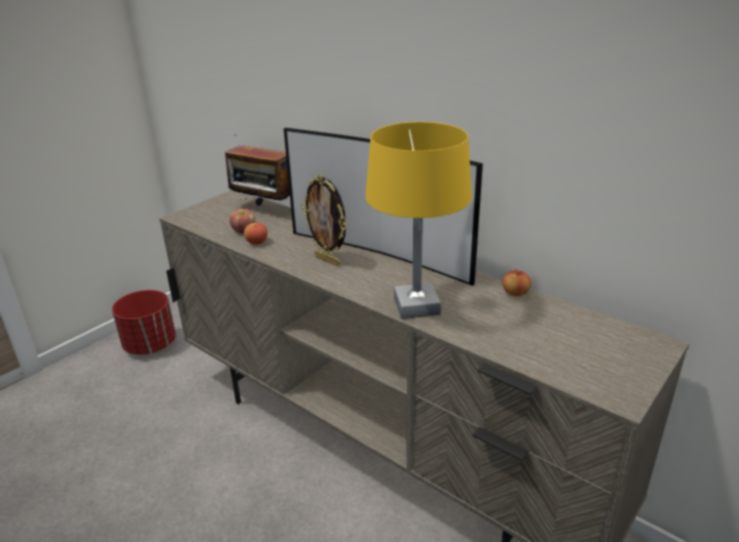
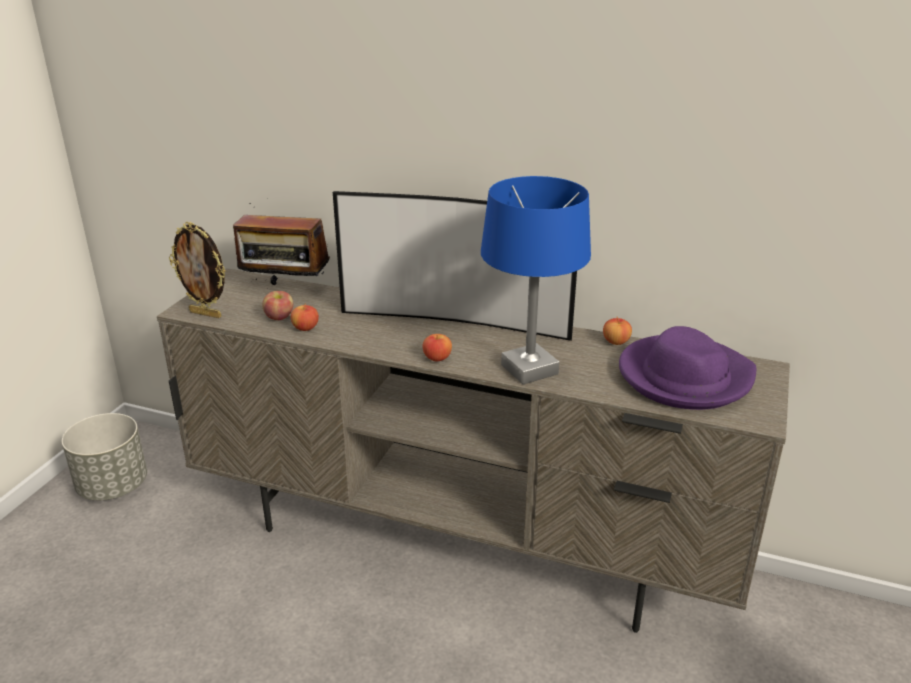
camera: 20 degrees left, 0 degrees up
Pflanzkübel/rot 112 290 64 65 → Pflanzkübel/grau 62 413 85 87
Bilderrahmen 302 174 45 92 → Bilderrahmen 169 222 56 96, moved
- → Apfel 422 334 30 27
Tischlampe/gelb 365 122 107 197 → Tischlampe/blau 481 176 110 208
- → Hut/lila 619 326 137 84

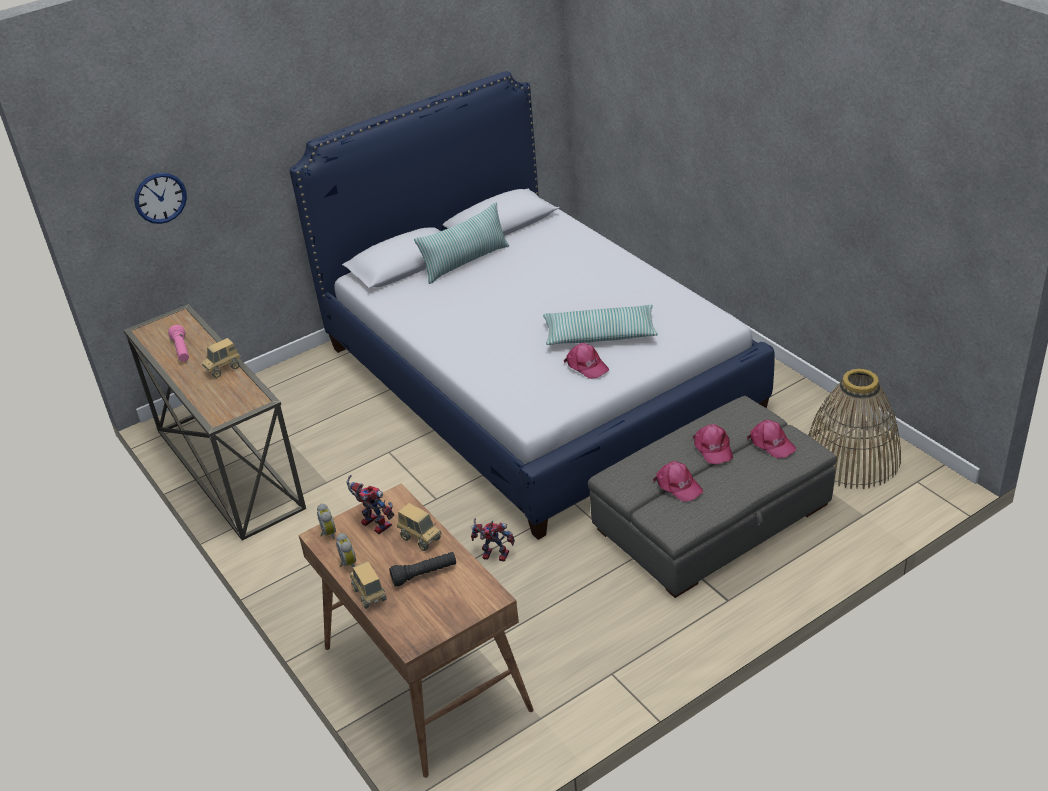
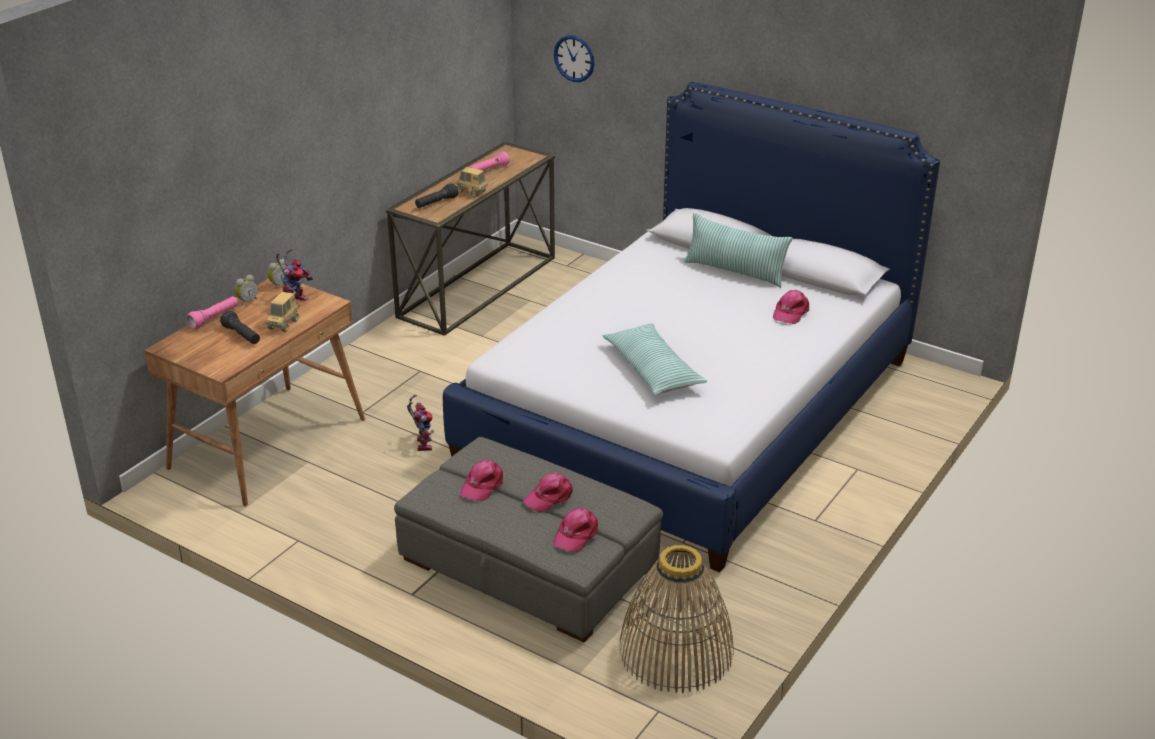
camera: 65 degrees right, 5 degrees down
Spielzeuglaster 350 561 36 48 → Taschenlampe/rosa 186 296 52 33
- → Taschenlampe/schwarz 415 183 43 25
Kappe/rosa 564 343 45 36 → Kappe/rosa 773 290 36 34, moved

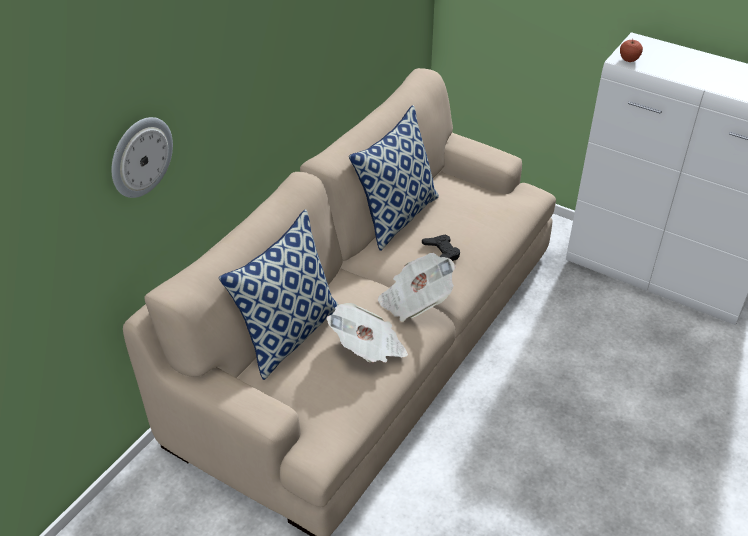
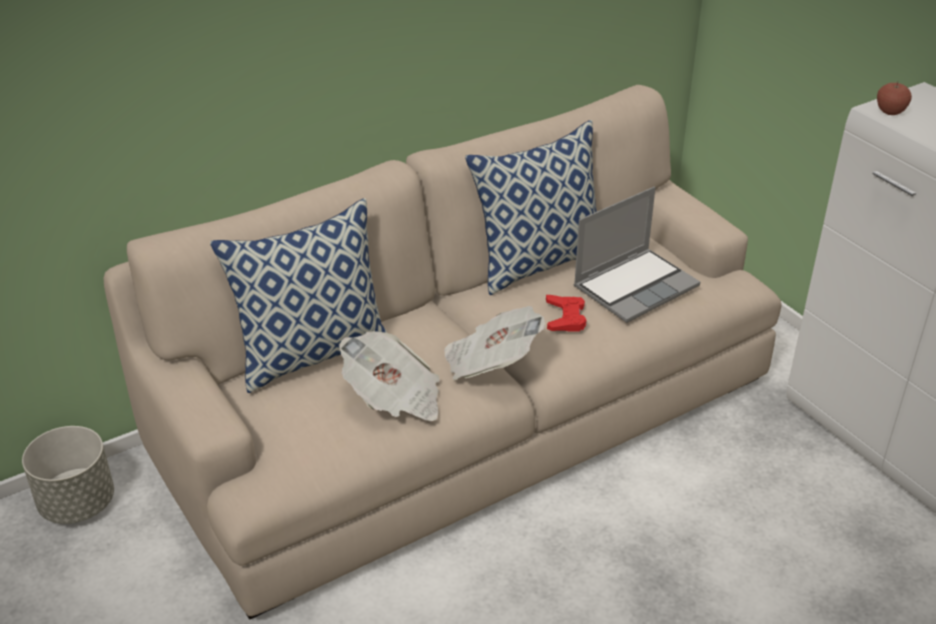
camera: 25 degrees right, 5 degrees down
- → Pflanzkübel/grau 22 426 92 98
Gamepad/schwarz 422 234 38 27 → Gamepad/rot 546 295 40 37
- → Laptop 574 187 126 136
Wanduhr 112 117 61 81 → -

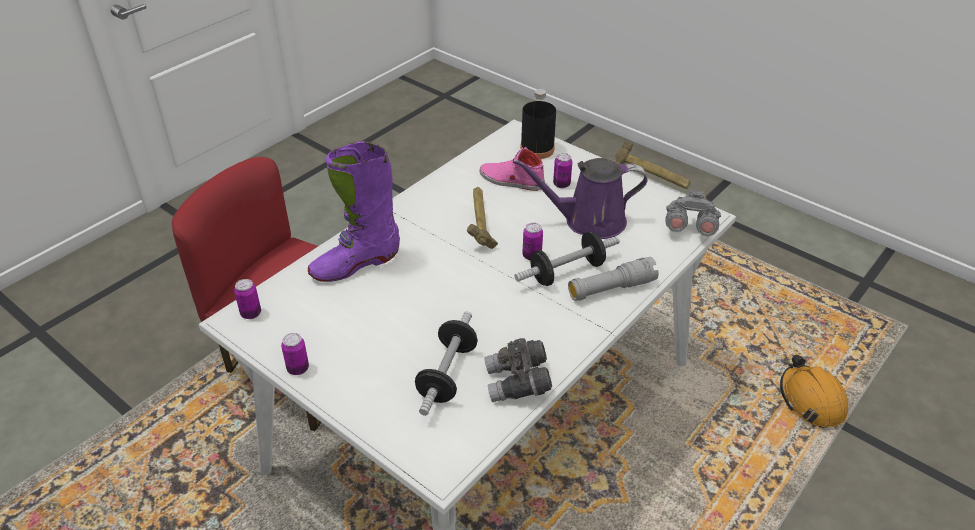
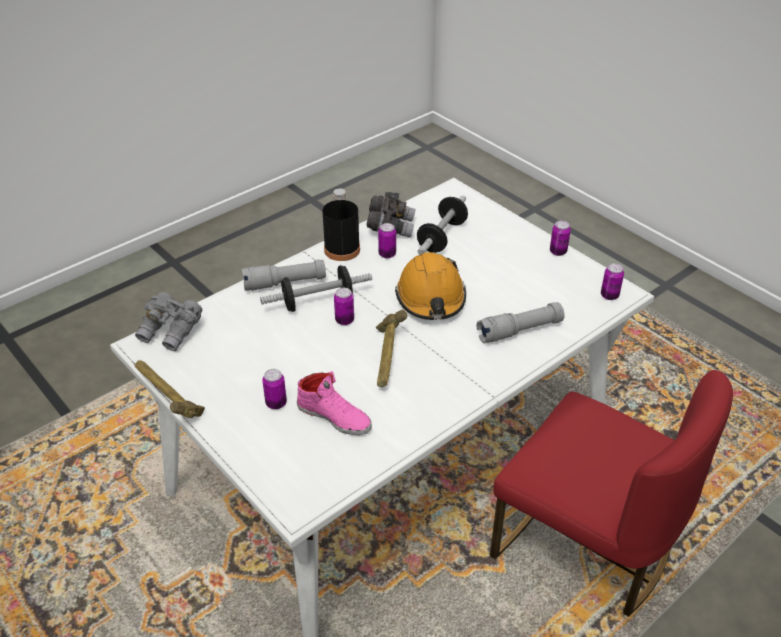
camera: 170 degrees left, 0 degrees up
Flasche/schwarz 520 89 36 70 → Flasche/schwarz 322 188 38 73, moved
- → Dose 378 223 18 35
Schutzhelm/orange 780 355 68 73 → Schutzhelm/orange 395 252 71 68, moved
Stiefel/lila 308 141 92 141 → Taschenlampe/grau 477 302 88 41
Gießkanne/lila 513 158 135 81 → -

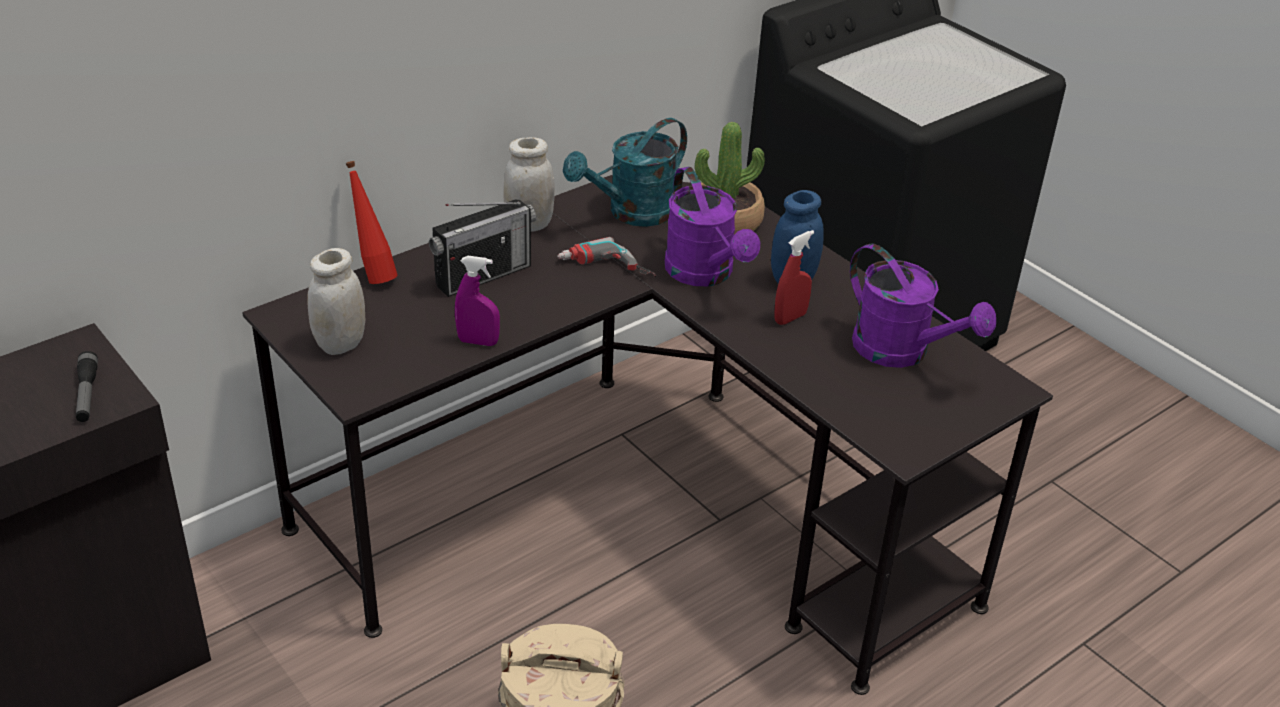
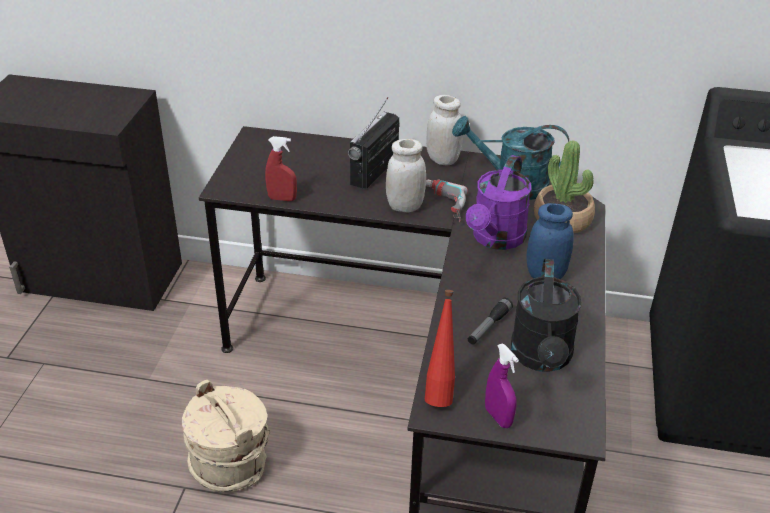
camera: 50 degrees right, 0 degrees up
Sprühflasche/rot 774 230 40 95 → Sprühflasche/rot 265 136 32 65, moved
Radio 429 200 107 97 → Radio 348 97 51 92, 105 degrees clockwise
Vorratsglas/weiß 308 248 58 107 → Vorratsglas/weiß 386 139 40 73, moved
Flasche/rot 345 161 53 123 → Flasche/rot 425 290 30 117, moved
Taschenlampe 76 351 22 71 → Taschenlampe 468 298 45 47, moved
Sprühflasche/lila 455 256 45 90 → Sprühflasche/lila 485 344 34 84, moved
Gießkanne/lila 850 244 146 124 → Gießkanne/schwarz 511 259 70 113

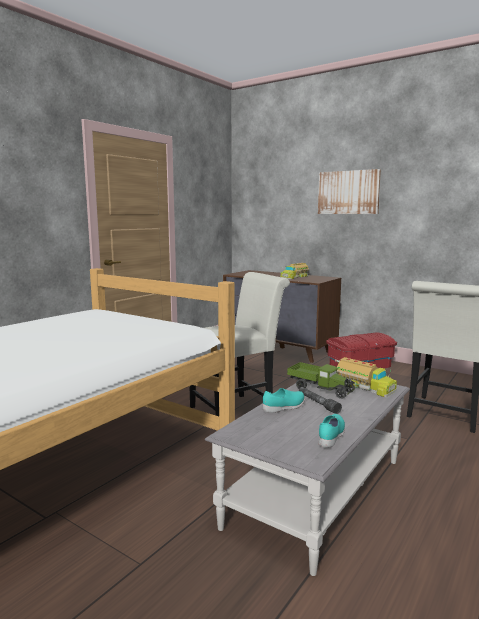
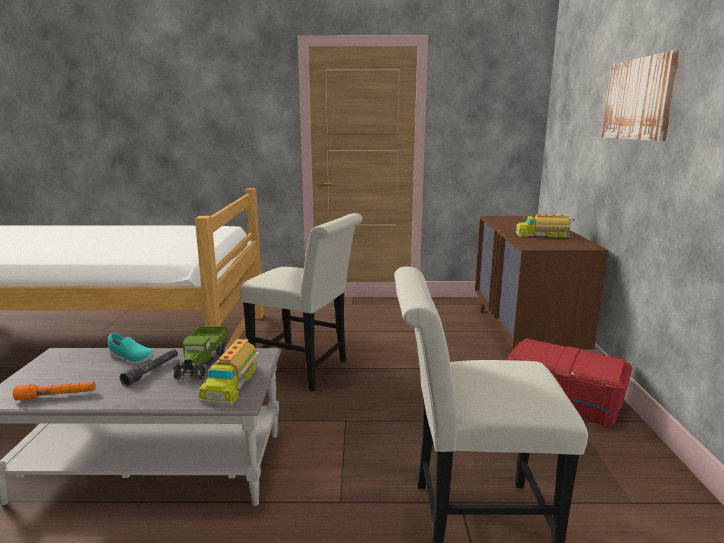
camera: 55 degrees right, 5 degrees up
Schuh/türkis 318 414 27 34 → Taschenlampe/orange 13 382 83 19

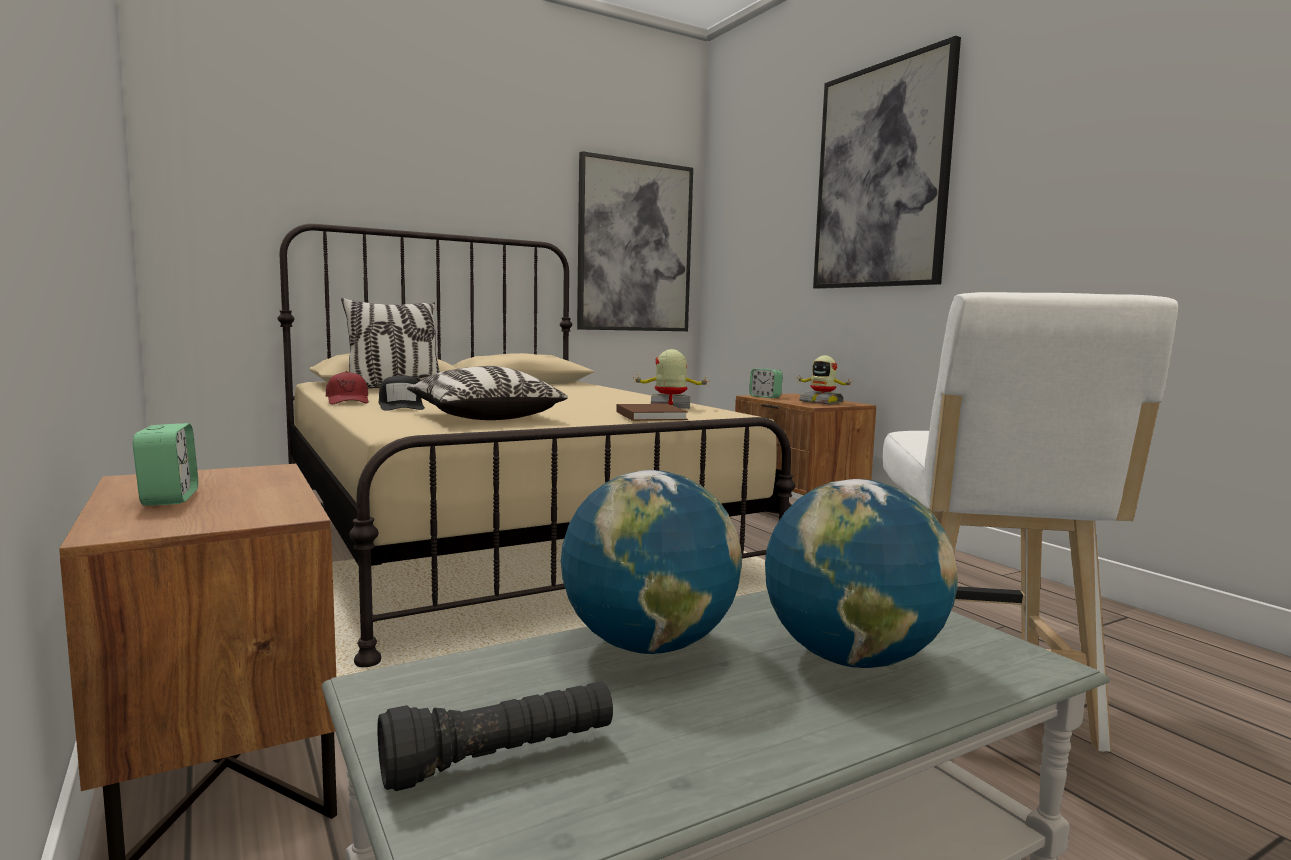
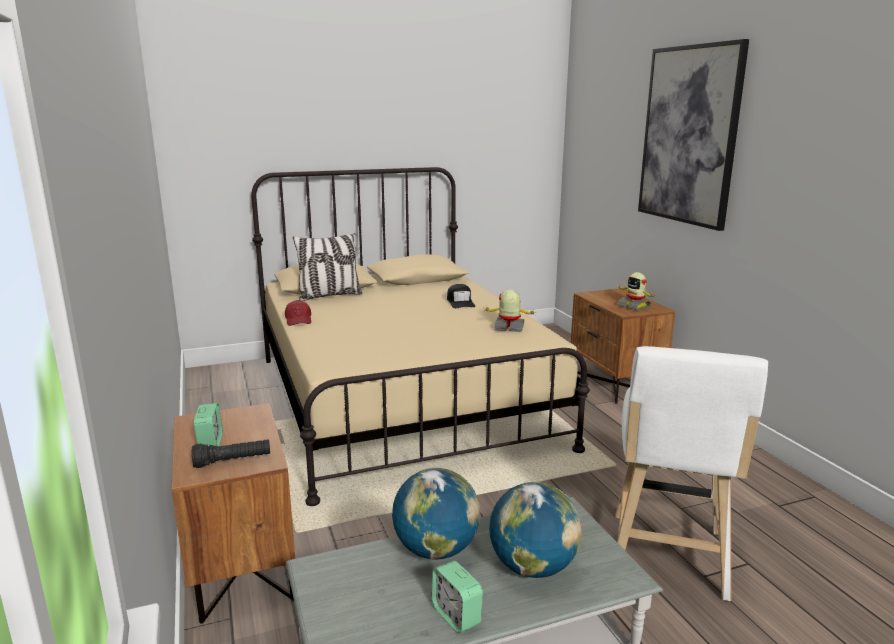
camera: 10 degrees right, 10 degrees up
Taschenlampe/schwarz 377 681 236 110 → Taschenlampe/schwarz 192 439 78 29, moved
Wecker 749 369 34 29 → Wecker 432 561 51 73, moved
Kappe/schwarz 378 375 47 36 → Kappe/schwarz 447 284 28 24, moved
Kissen 407 366 161 54 → -
Bild 577 151 116 180 → -
Buch/braun 616 404 72 17 → -

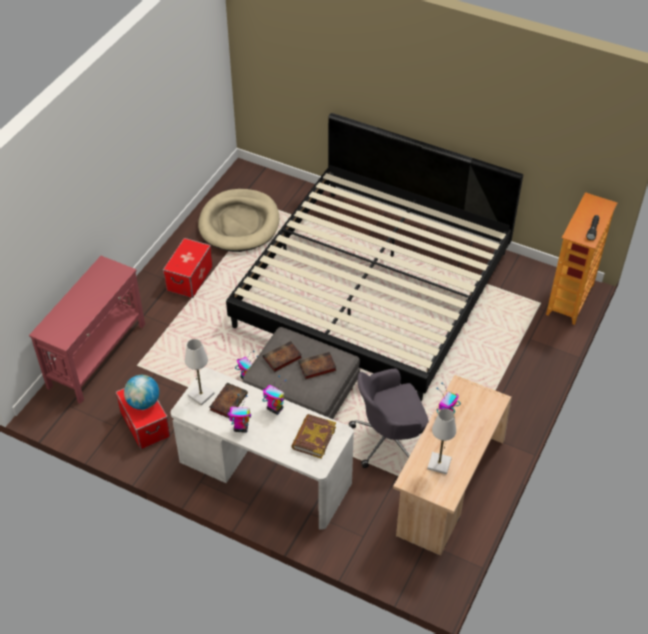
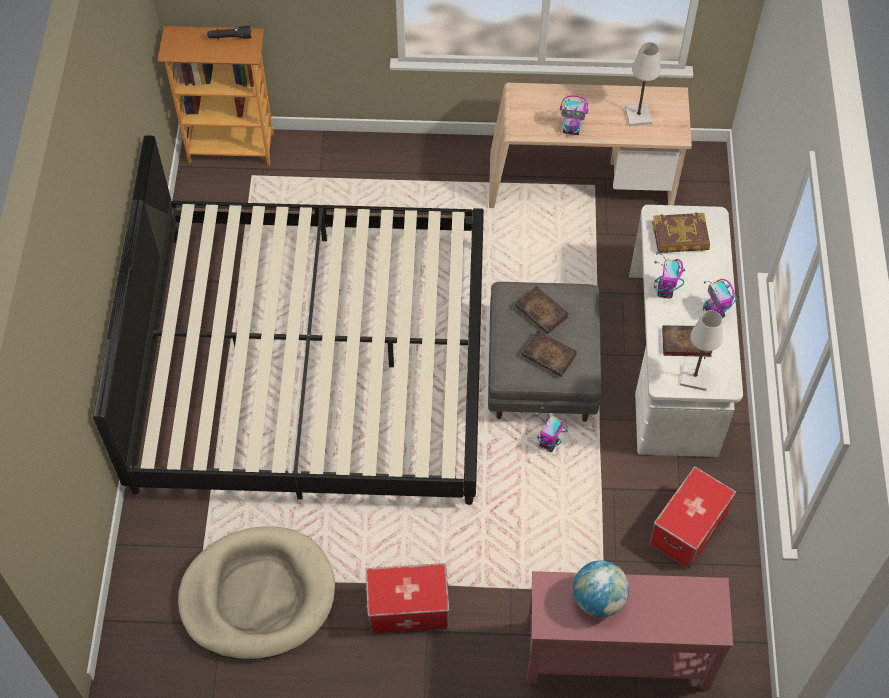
camera: 115 degrees left, 10 degrees up
Globus 124 375 35 35 → Globus 573 560 56 57, moved
Bürostuhl/grau 349 369 80 99 → -

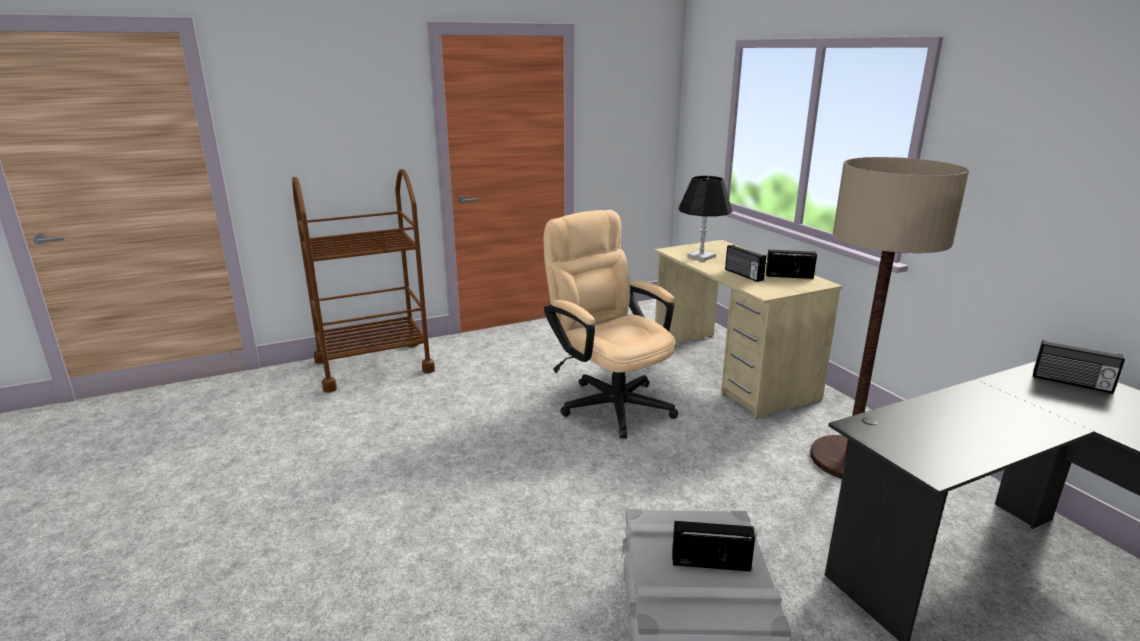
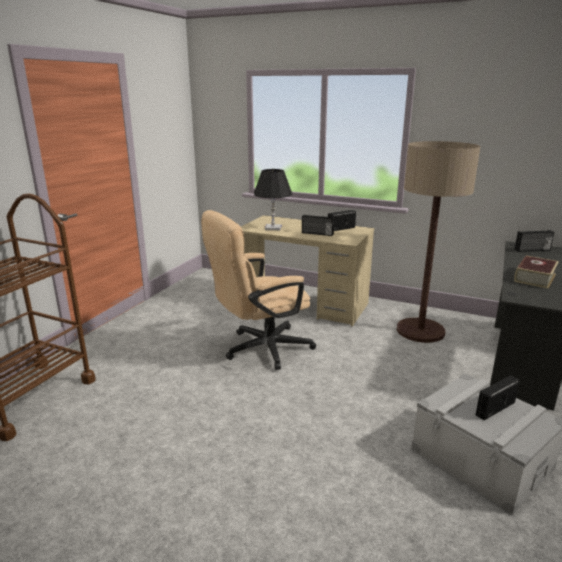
camera: 40 degrees left, 0 degrees up
Bürostuhl/beige 544 210 134 229 → Bürostuhl/beige 201 210 115 160, 45 degrees counterclockwise
- → Buch 514 256 45 33

